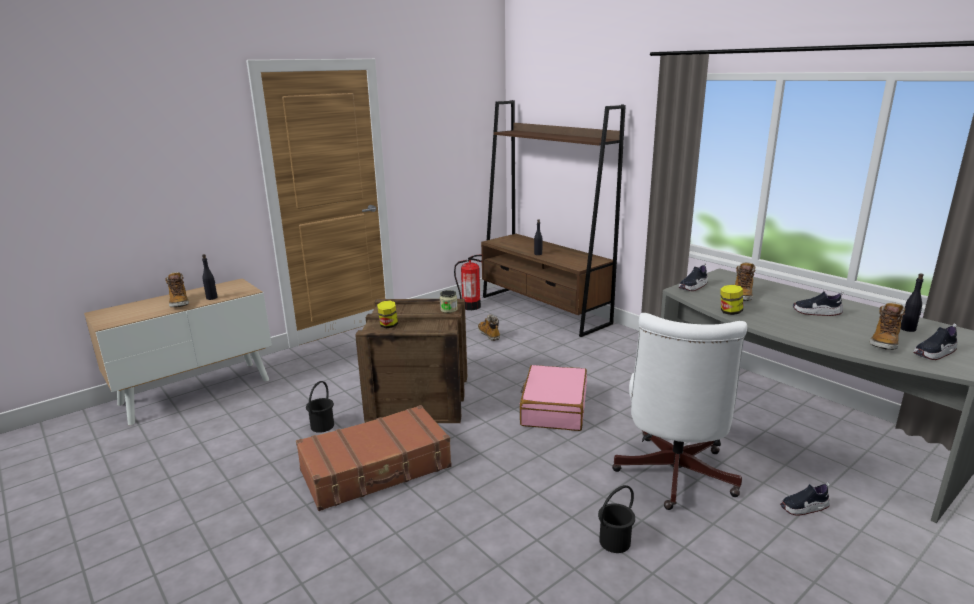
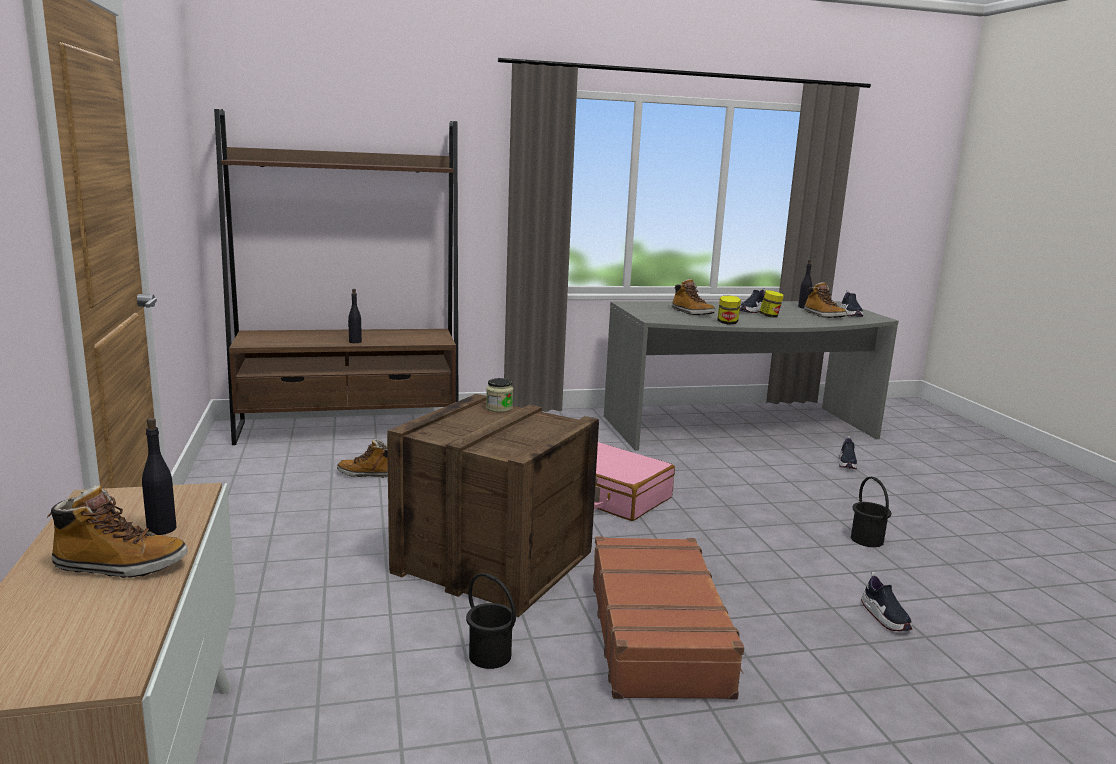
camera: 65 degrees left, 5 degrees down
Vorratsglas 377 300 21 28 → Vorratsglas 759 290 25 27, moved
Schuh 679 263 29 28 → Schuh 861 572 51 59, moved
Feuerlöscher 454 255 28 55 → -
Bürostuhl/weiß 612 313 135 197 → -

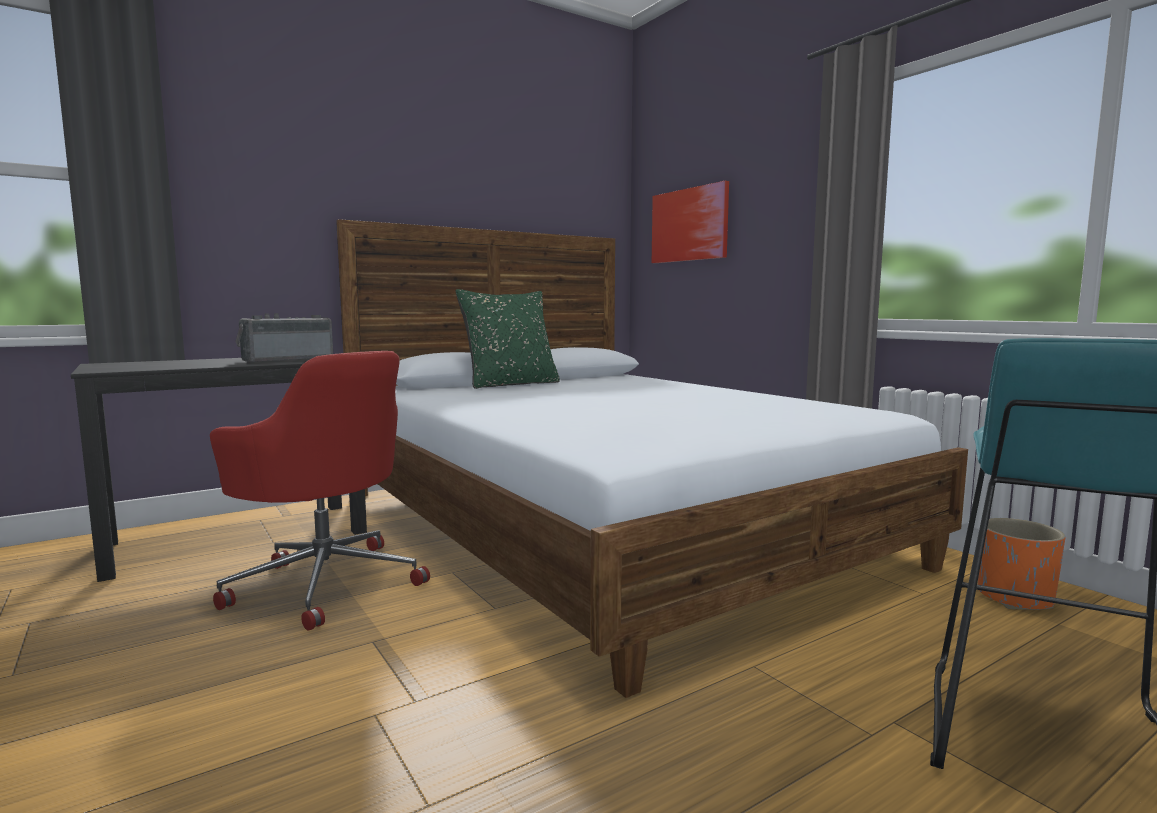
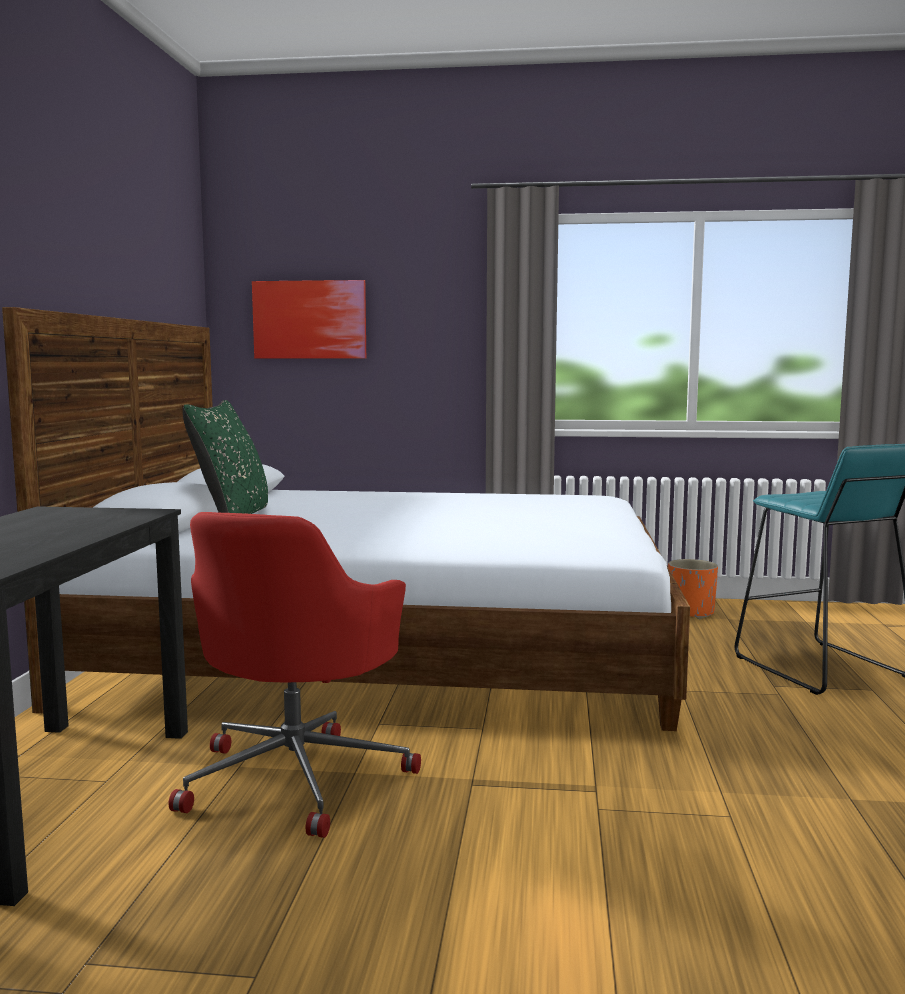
camera: 50 degrees left, 0 degrees up
Bürostuhl/rot 210 351 220 280 → Bürostuhl/rot 169 512 252 326, 120 degrees clockwise
Radio 235 313 98 50 → -

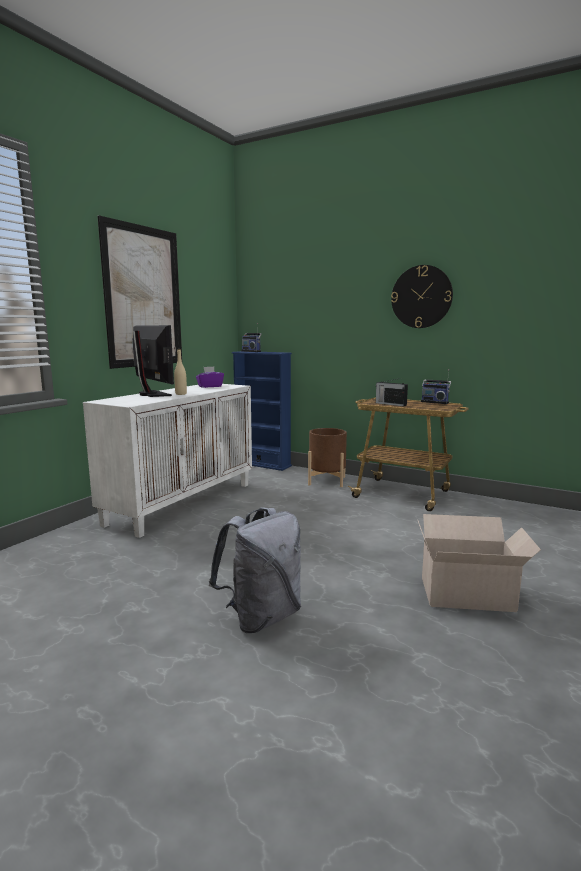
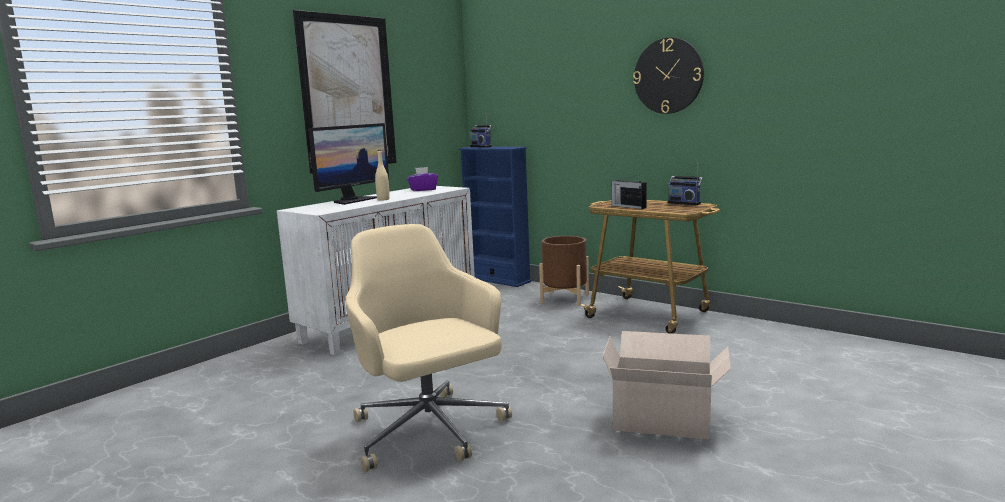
camera: 10 degrees right, 0 degrees up
Monitor 132 325 42 72 → Monitor 308 123 81 82, 60 degrees clockwise
Rucksack/grau 209 507 92 126 → Bürostuhl/beige 346 224 166 248

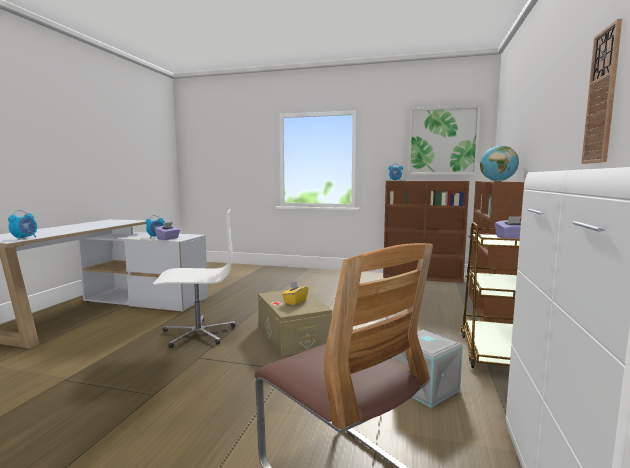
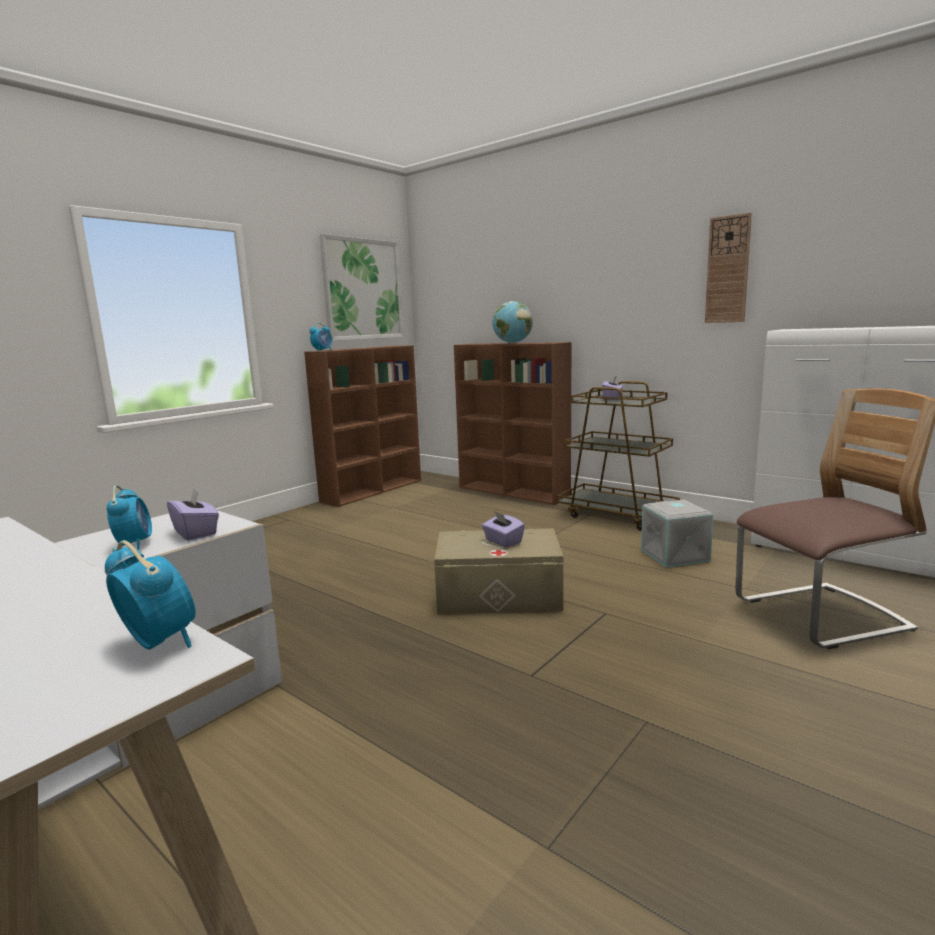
camera: 65 degrees left, 5 degrees up
Taschentuchbox/gelb 282 281 26 24 → Taschentuchbox/lila 482 511 43 36
Bürostuhl/weiß 153 209 82 139 → -

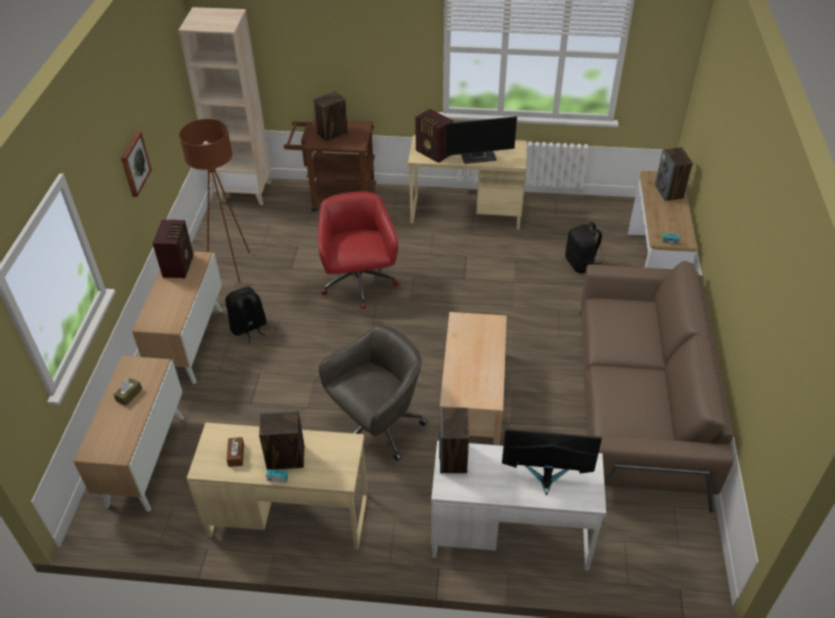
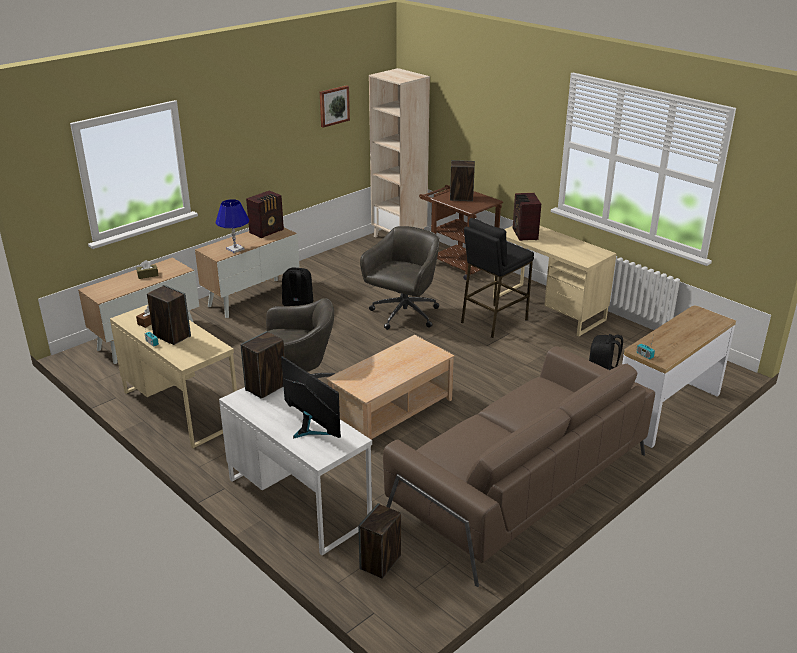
camera: 40 degrees right, 15 degrees down
- → Tischlampe/blau 216 199 33 54
Bild 121 131 31 66 → Bild 320 85 30 43, moved
Lautsprecher 655 147 38 54 → Lautsprecher 358 503 43 76, moved
Bürostuhl/rot 318 191 81 118 → Bürostuhl/grau 360 226 80 104
- → Hocker/schwarz 461 218 73 120
Stehlampe/braun 179 119 71 165 → -
Monitor 445 116 72 48 → -

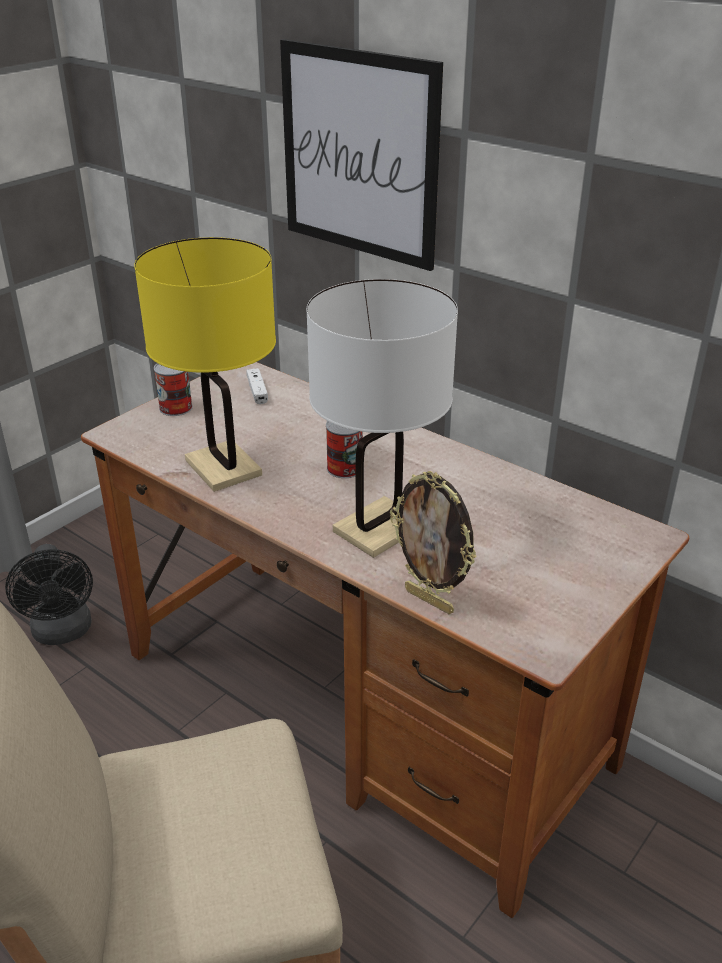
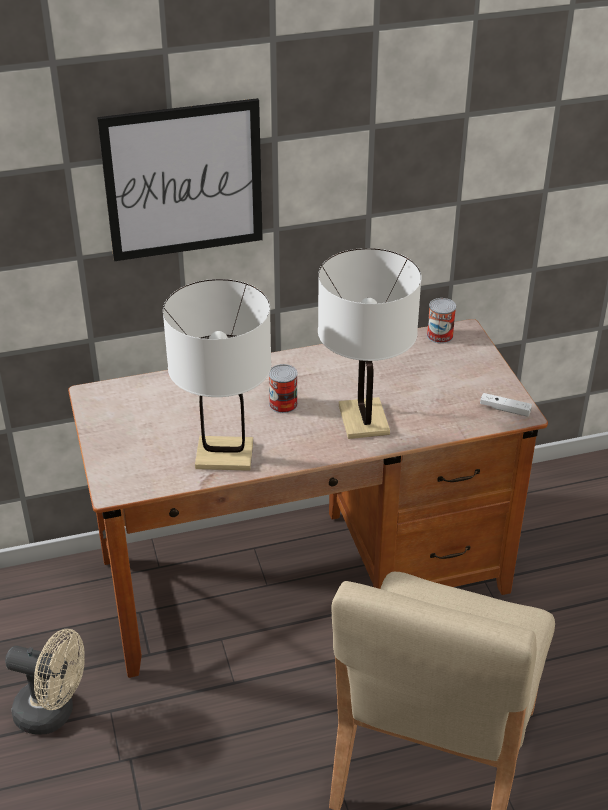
camera: 55 degrees left, 5 degrees up
Ventilator/schwarz 5 544 88 101 → Ventilator/beige 5 629 80 105
Tischlampe/gelb 134 237 142 255 → Tischlampe/weiß 163 279 109 192
Dose 154 363 39 53 → Dose 427 298 29 46, moved
Gamepad/weiß 247 368 21 36 → Gamepad/weiß 480 393 52 24, moved
Bilderrahmen 390 471 87 143 → -

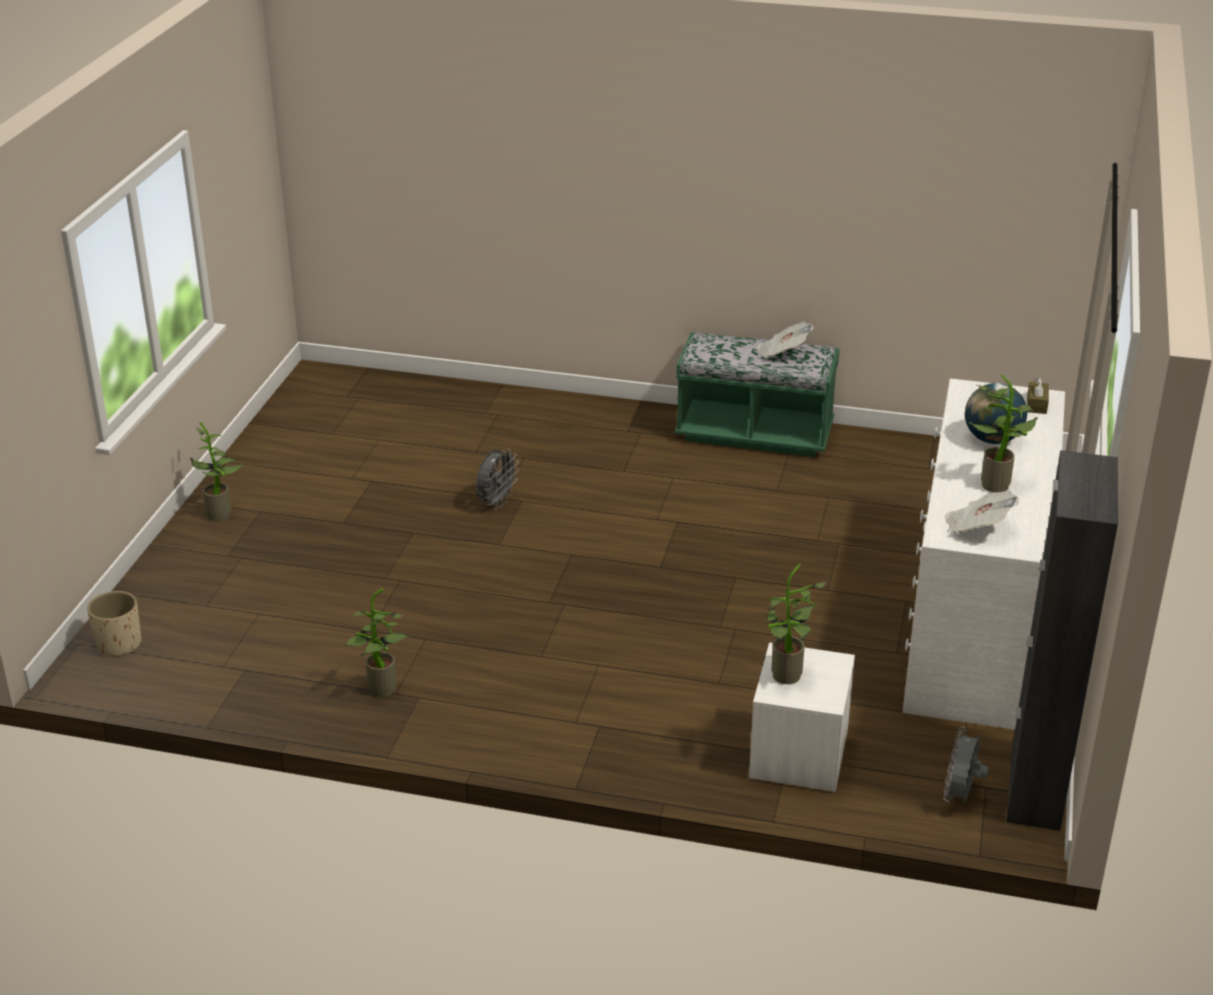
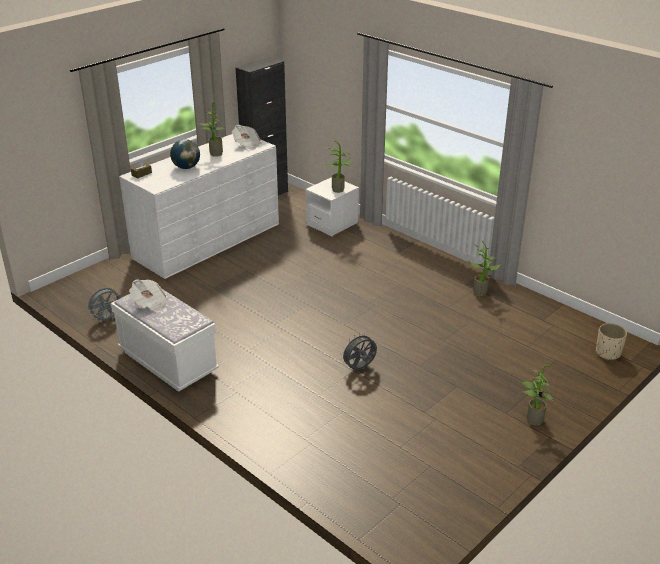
camera: 150 degrees left, 0 degrees up
Ventilator/grau 943 727 46 76 → Ventilator/grau 88 288 33 35, moved
Bank/grün 675 332 164 125 → Bank/weiß 111 289 108 103

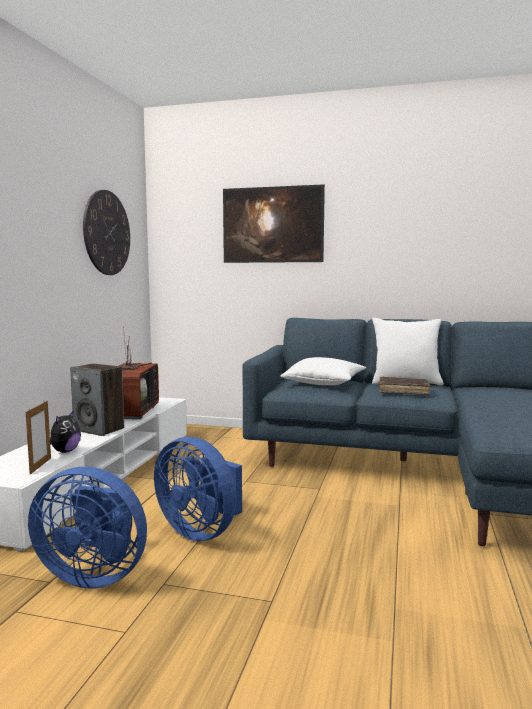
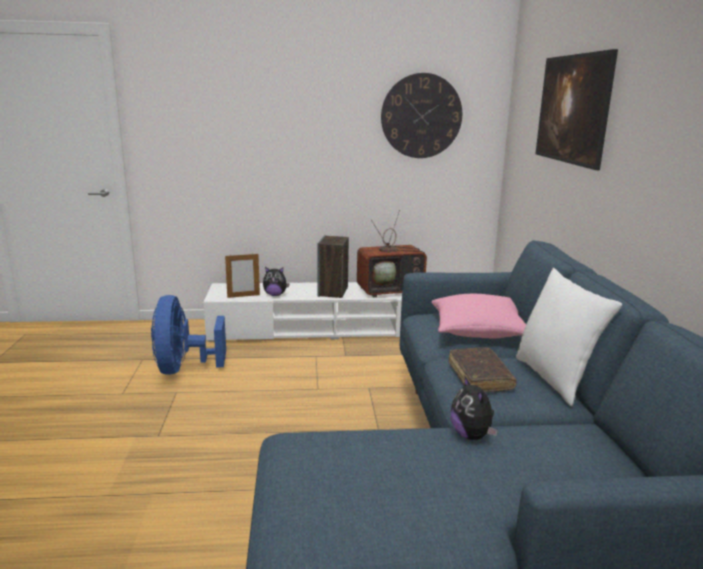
camera: 70 degrees right, 10 degrees up
Kissen/weiß 280 357 86 28 → Kissen/rosa 431 294 95 44
- → Plüschtier 450 376 48 64
Ventilator/blau 154 437 88 104 → -

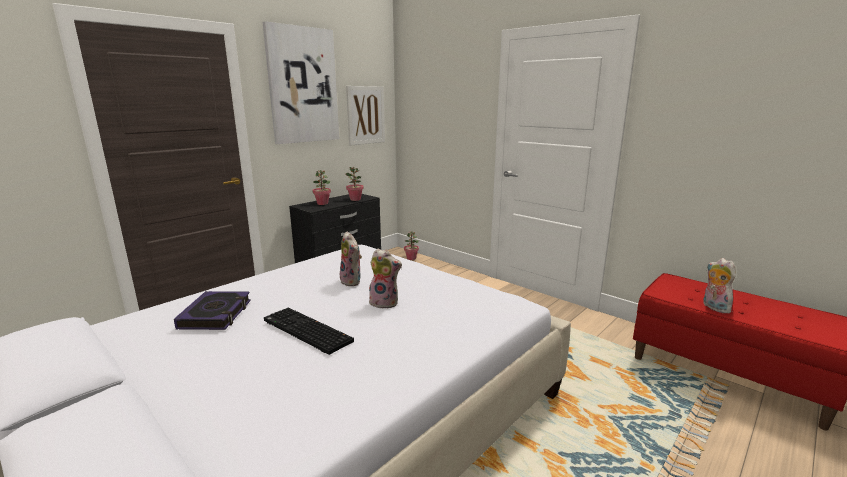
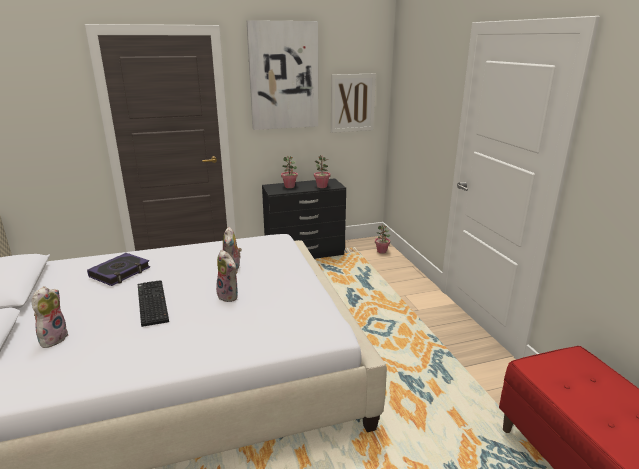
camera: 30 degrees right, 5 degrees up
Plüschtier 704 258 32 55 → Plüschtier 32 286 36 62, moved

